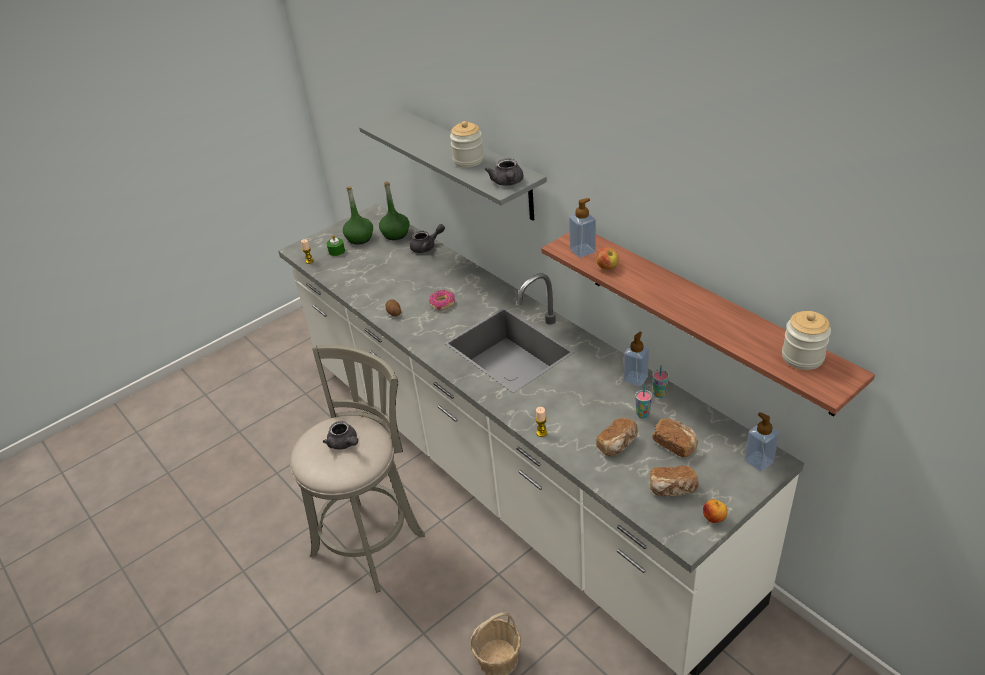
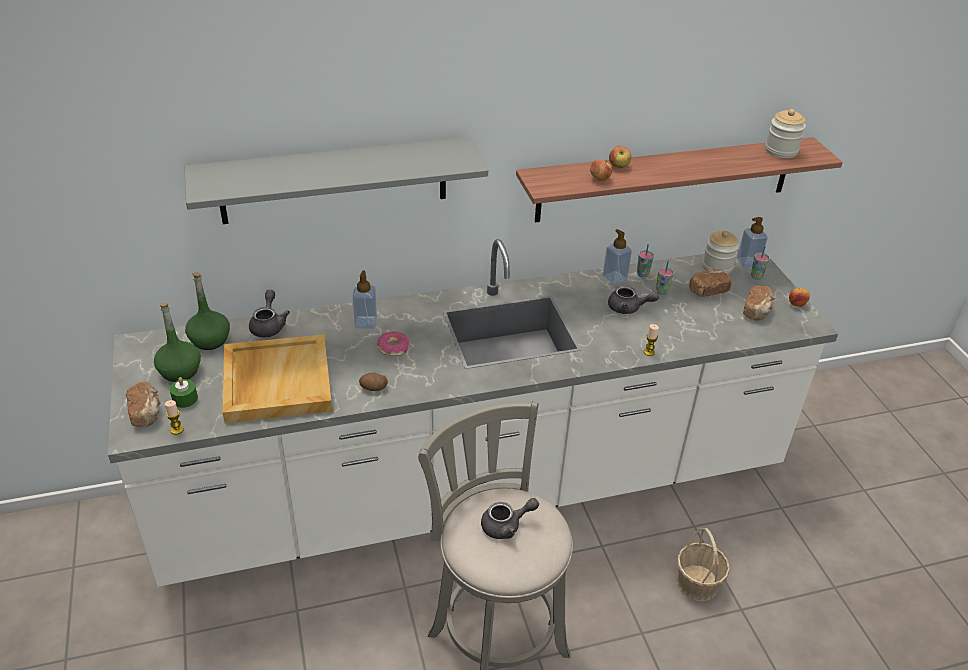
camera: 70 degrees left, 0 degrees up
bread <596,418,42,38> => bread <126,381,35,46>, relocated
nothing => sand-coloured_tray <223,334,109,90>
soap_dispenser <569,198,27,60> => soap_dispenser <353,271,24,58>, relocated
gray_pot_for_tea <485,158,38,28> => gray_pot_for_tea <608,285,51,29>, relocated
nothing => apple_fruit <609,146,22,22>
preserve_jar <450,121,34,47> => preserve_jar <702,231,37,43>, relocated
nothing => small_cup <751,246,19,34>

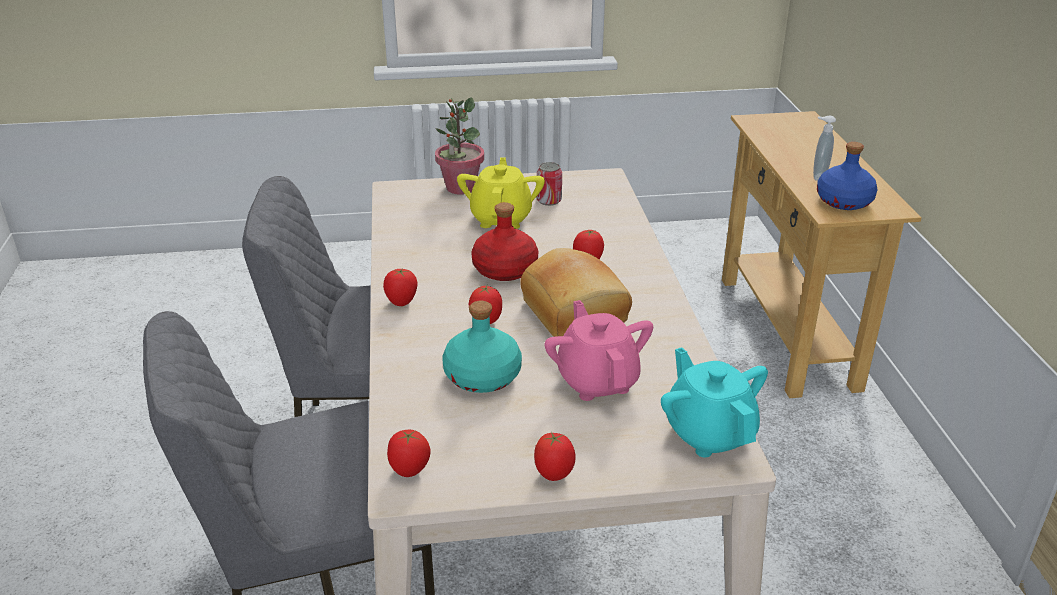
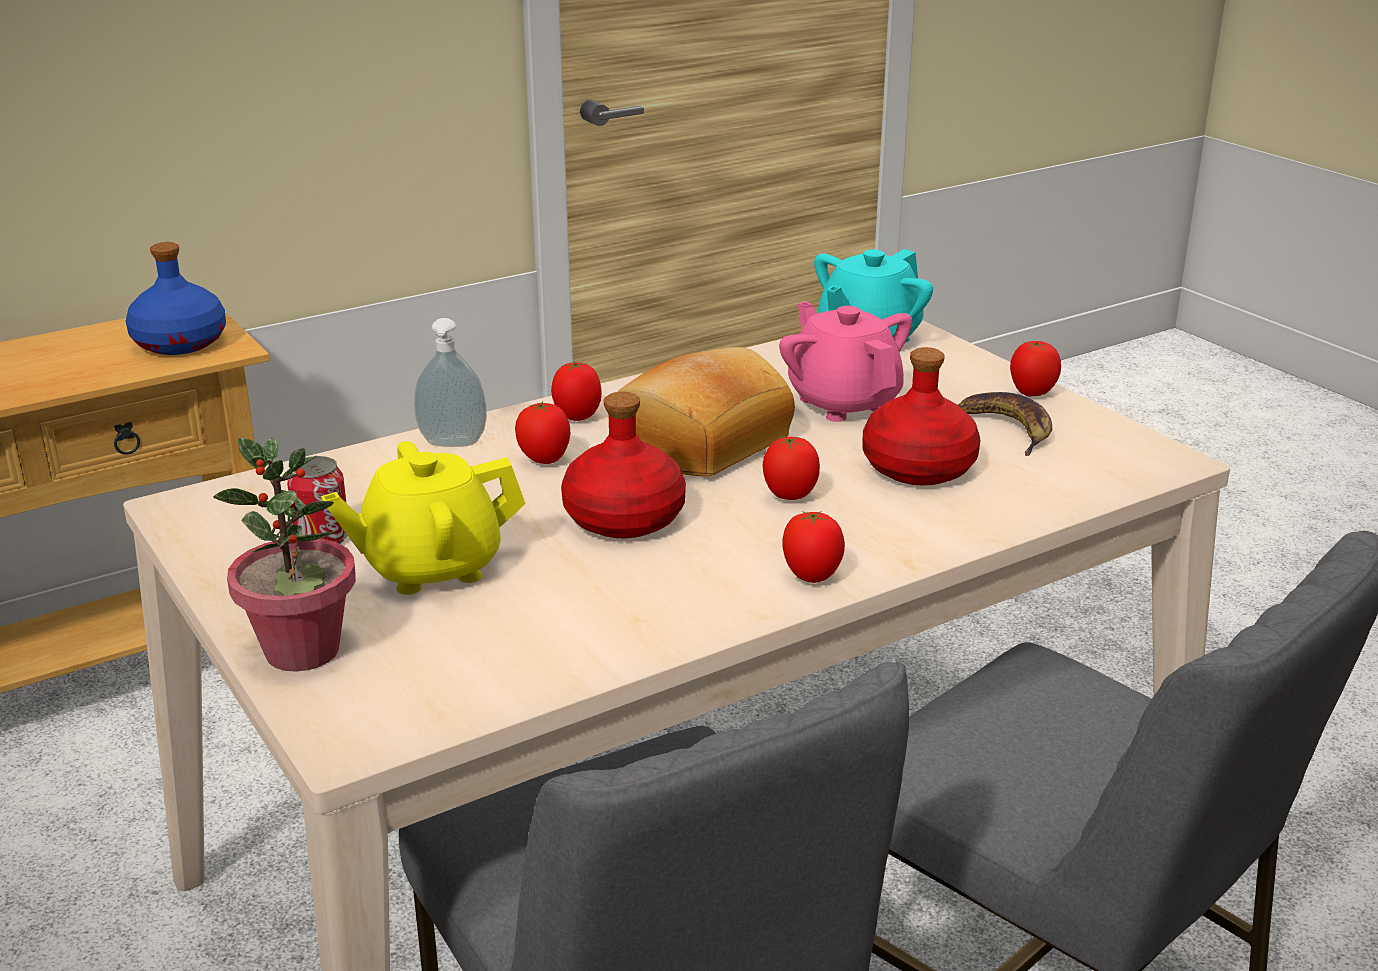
camera: 115 degrees left, 5 degrees down
soap_dispenser <813,116,23,65> => soap_dispenser <414,318,73,129>, relocated
tomato <387,430,43,47> => tomato <551,361,51,60>, relocated
pink-coloured_pot_for_tea <544,300,109,101> => pink-coloured_pot_for_tea <779,302,133,120>, 105 degrees clockwise
blue-green_drink_bottle <442,301,80,92> => reddish_drink_bottle <863,347,117,139>
nothing => banana_fruit <958,392,94,64>

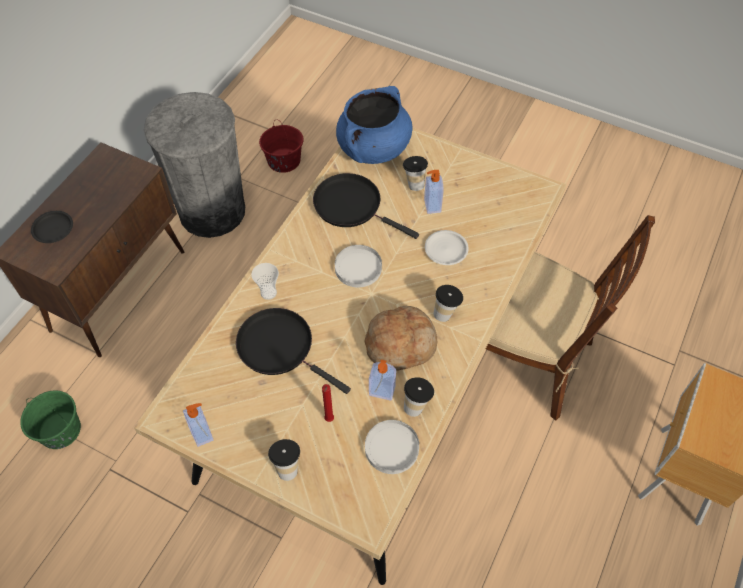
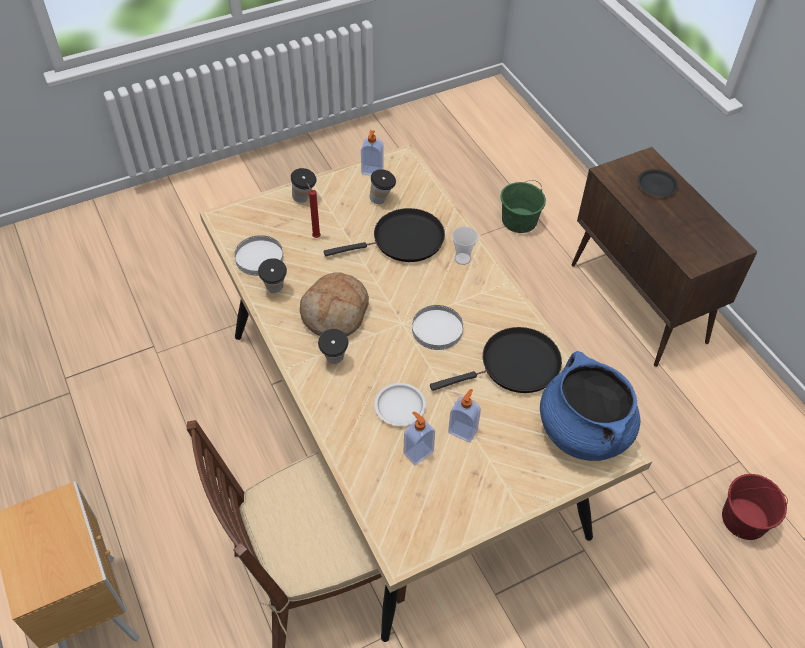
camera: 125 degrees right, 5 degrees down
small_cup <403,156,25,35> => small_cup <369,169,27,35>, relocated
soap_dispenser <369,360,27,40> => soap_dispenser <403,412,32,54>, relocated
gray_waste_bin <144,92,101,146> => nothing

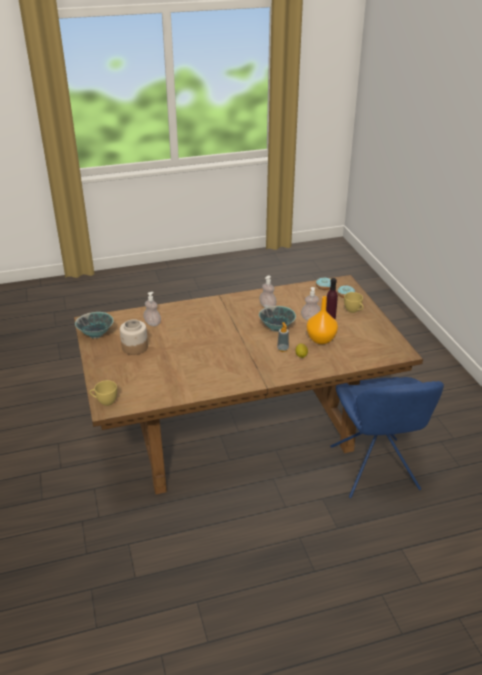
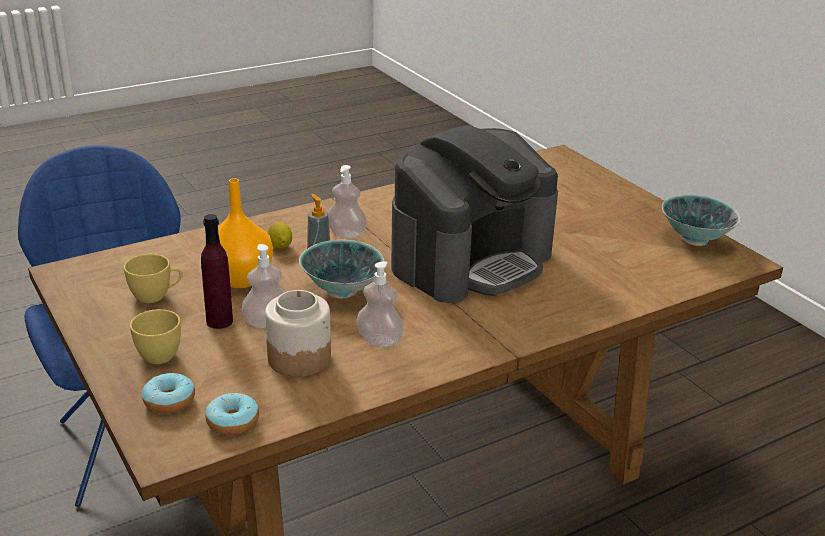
camera: 165 degrees right, 5 degrees down
yellow_small_cup <90,380,27,26> => yellow_small_cup <124,254,59,49>, relocated
preserve_jar <120,319,28,36> => preserve_jar <265,290,66,87>, relocated
soap_dispenser <144,292,17,34> => soap_dispenser <328,165,39,73>, relocated
nothing => coffee_maker <391,125,167,178>

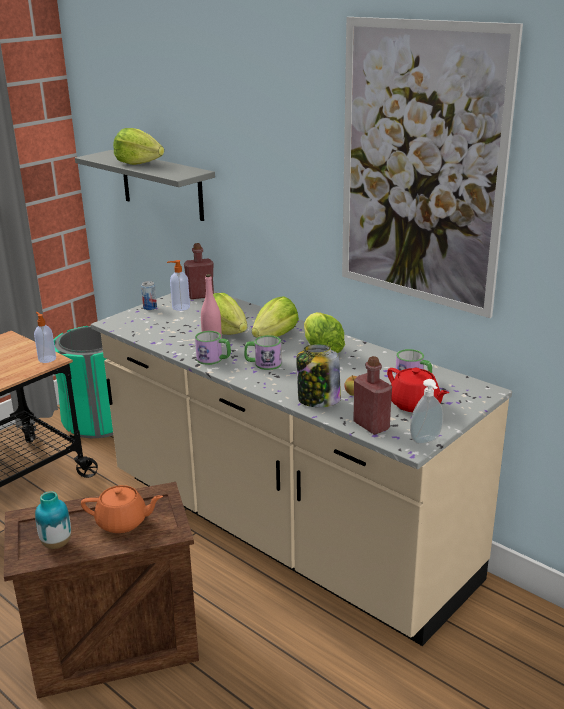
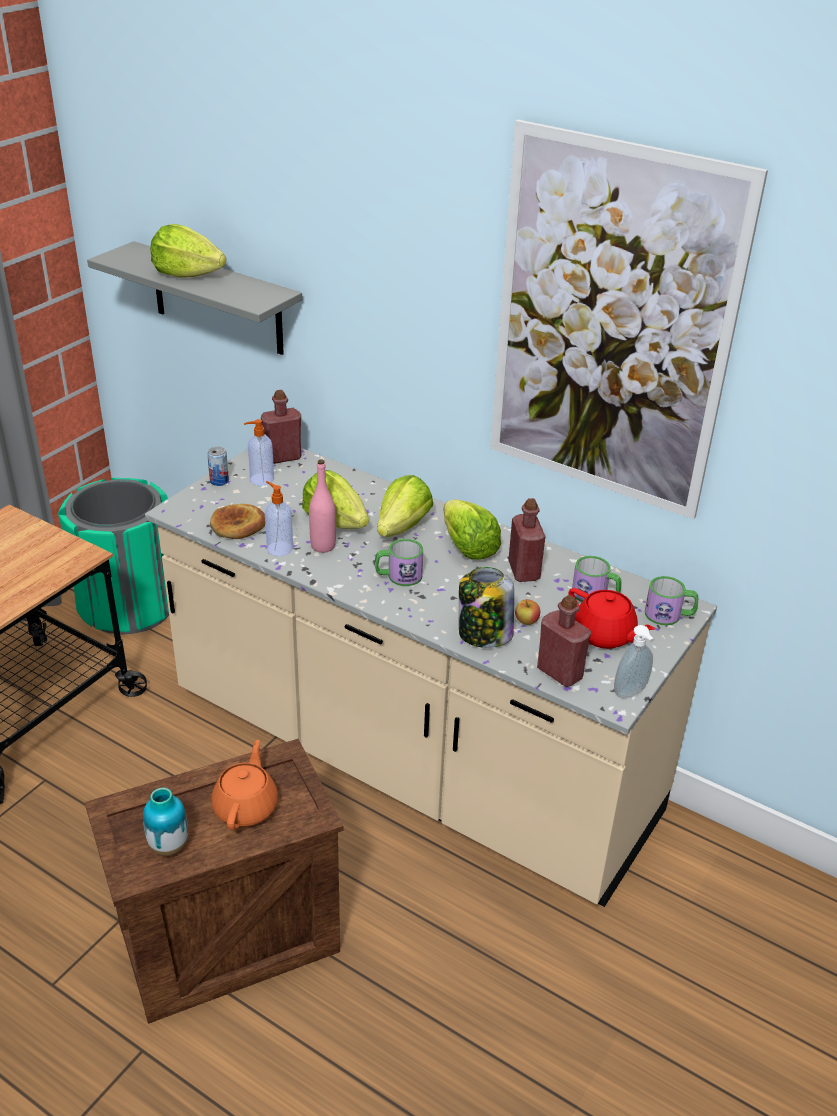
camera: 10 degrees left, 10 degrees up
nothing => bread <210,504,55,35>
orangey_pot_for_tea <81,485,82,48> => orangey_pot_for_tea <211,740,67,91>, 75 degrees counterclockwise
soap_dispenser <34,312,22,51> => soap_dispenser <265,481,28,75>, relocated
nothing => reddish_drink_bottle <508,498,37,84>
coffee_mug <195,331,36,34> => coffee_mug <645,576,53,50>, relocated

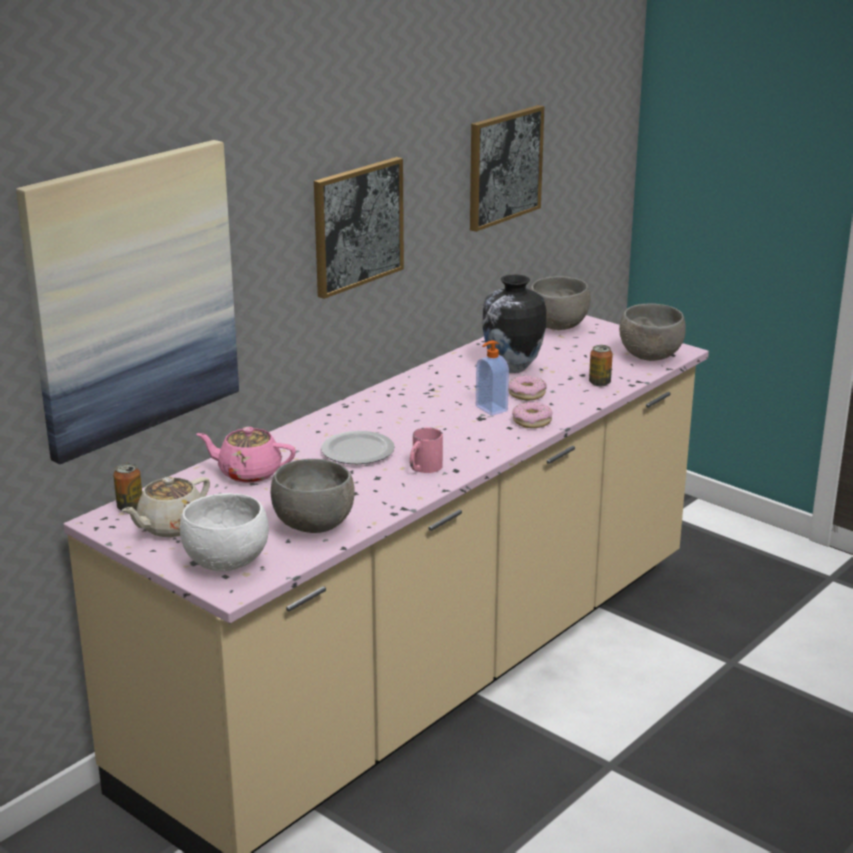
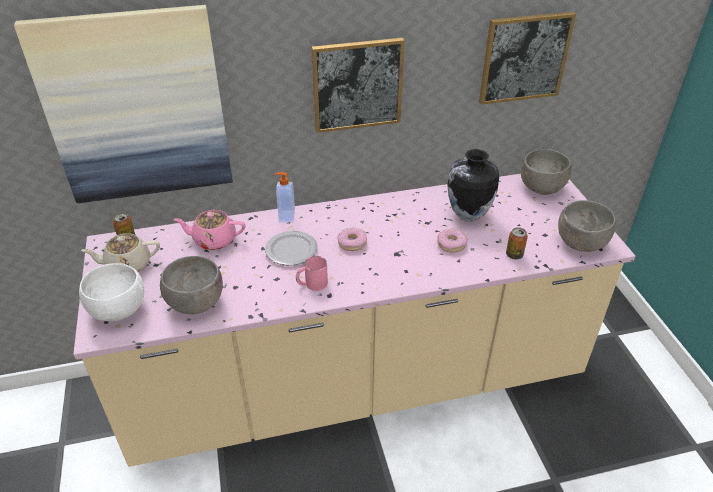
camera: 35 degrees right, 15 degrees up
pink-coloured_pot_for_tea <196,427,100,56> => pink-coloured_pot_for_tea <174,210,72,40>, 45 degrees counterclockwise
soap_dispenser <476,340,33,76> => soap_dispenser <274,172,21,51>, relocated
doughnut <512,402,41,26> => doughnut <337,228,30,23>, relocated

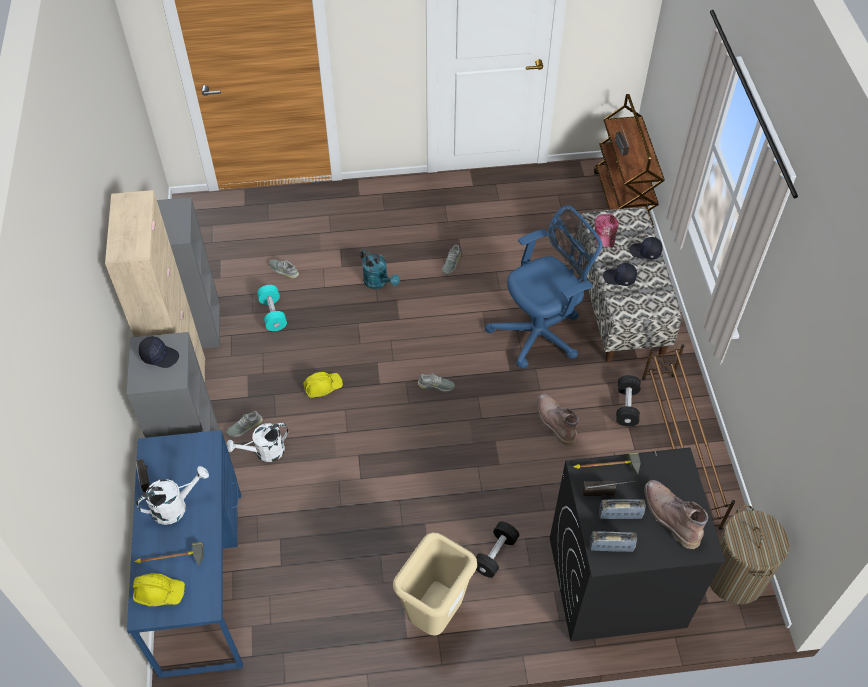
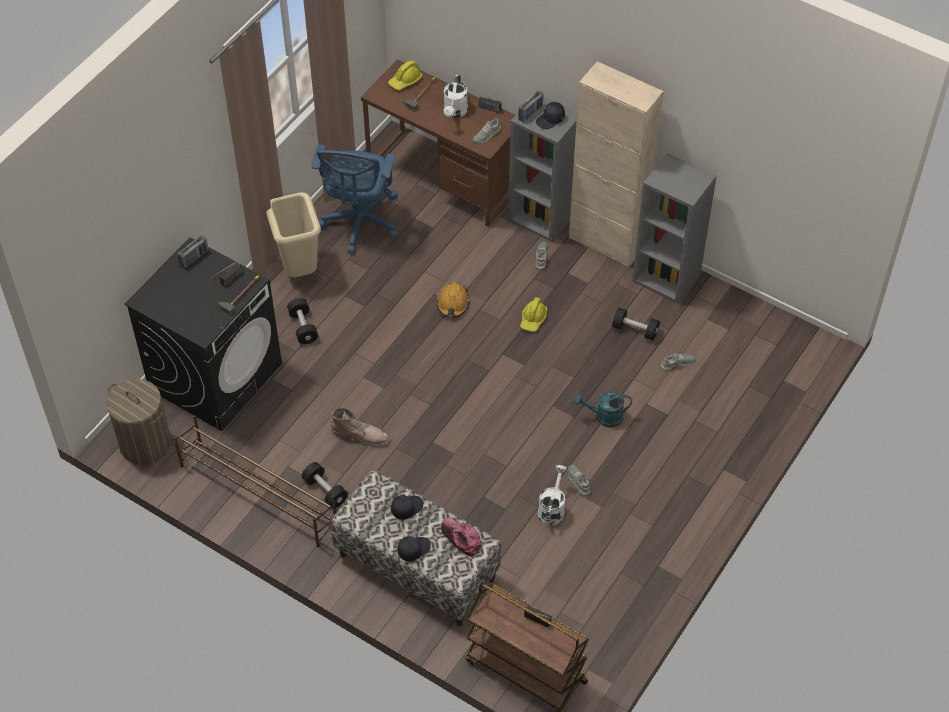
camera: 130 degrees right, 0 degrees up
blue_computer_chair <485,205,117,164> => blue_computer_chair <311,145,87,108>, relocated
blue_desk_unit <127,430,116,248> => brown-coloured_desk_unit <361,59,154,168>
nothing => orangey_hard_hat <437,283,33,35>
gray_item_of_footwear <418,373,37,18> => gray_item_of_footwear <473,118,28,26>, relocated
radio_receiver <599,499,47,20> => radio_receiver <518,91,26,31>, relocated
whitish_sprinkling_can <226,423,62,39> => whitish_sprinkling_can <538,465,29,61>, relocated
blue-green_dumbbell <257,285,30,46> => black-coloured_dumbbell <612,308,48,32>
brown-coloured_high-top_boot <644,480,64,69> => nothing

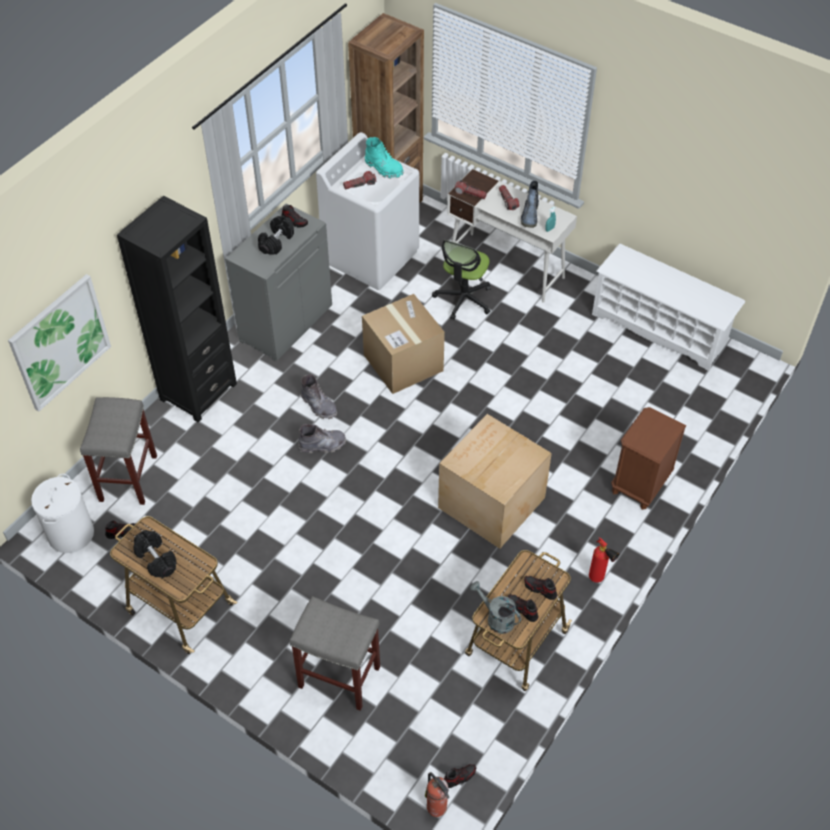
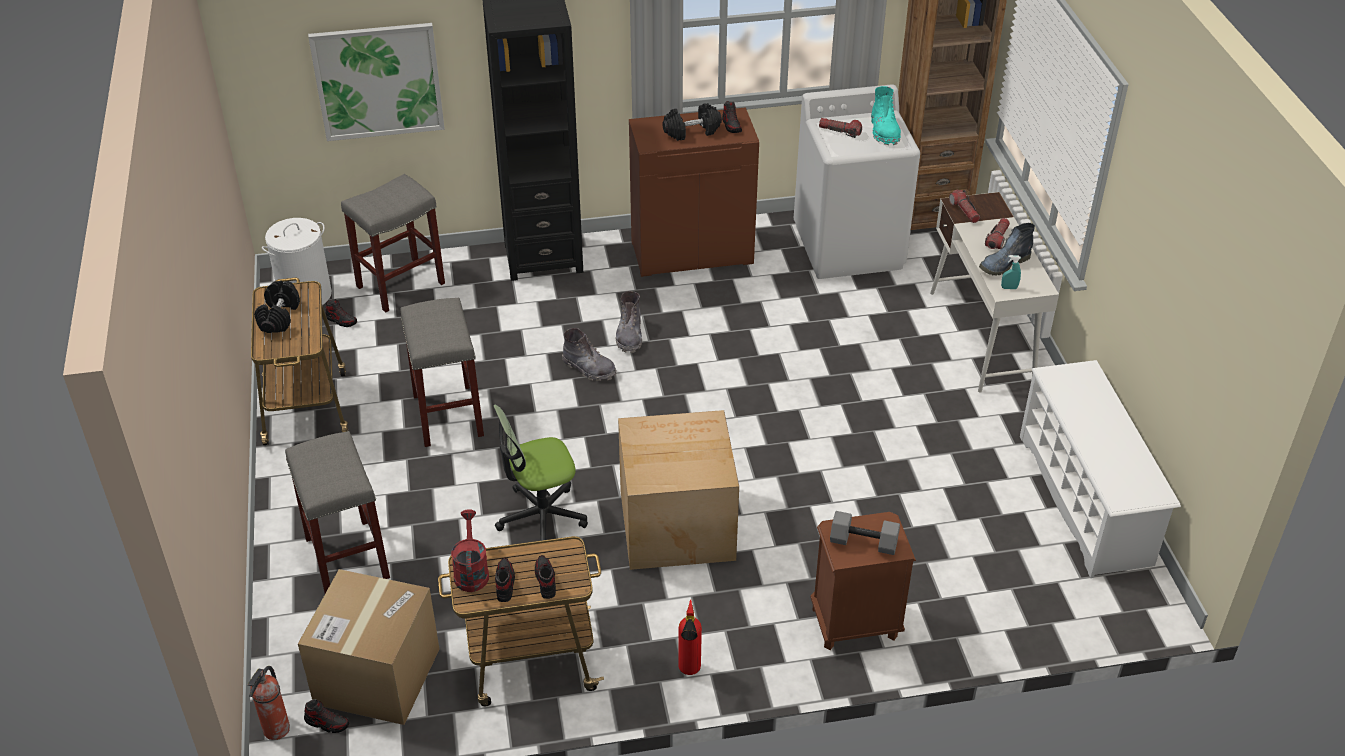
camera: 45 degrees right, 10 degrees down
carton <362,294,83,100> => carton <298,569,141,156>, relocated
nothing => gray_stool <401,298,83,149>
gray_sprinkling_can <470,581,51,53> => reddish_sprinkling_can <451,509,38,83>
computer_chair <432,240,59,80> => computer_chair <493,405,95,136>, relocated
gray_cabinet <225,203,107,158> => brown-coloured_cabinet <629,107,130,170>
nothing => gray_dumbbell <830,511,70,44>

